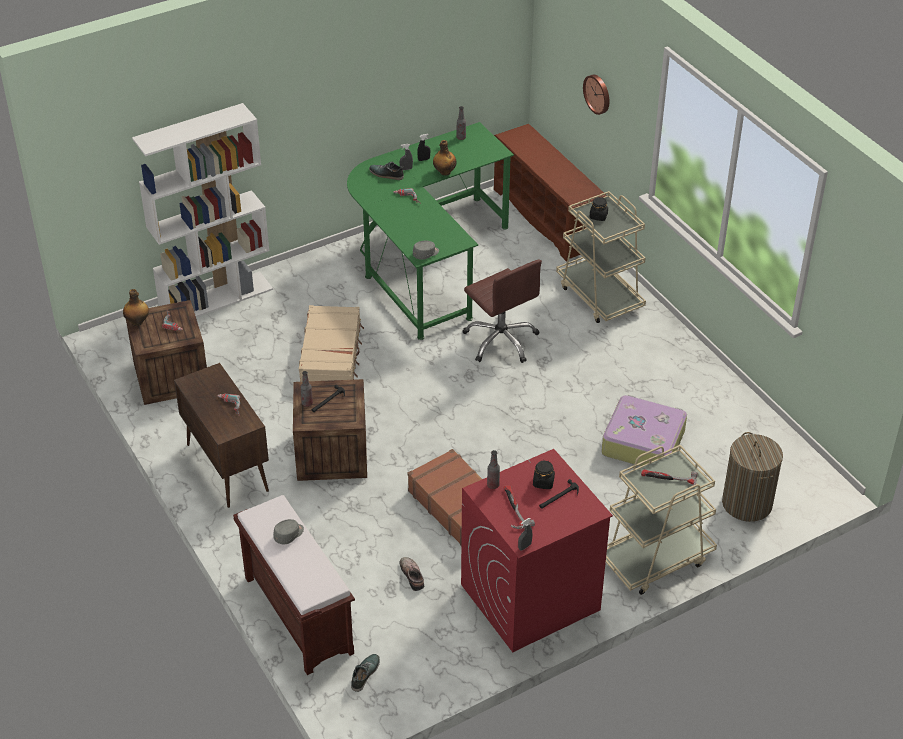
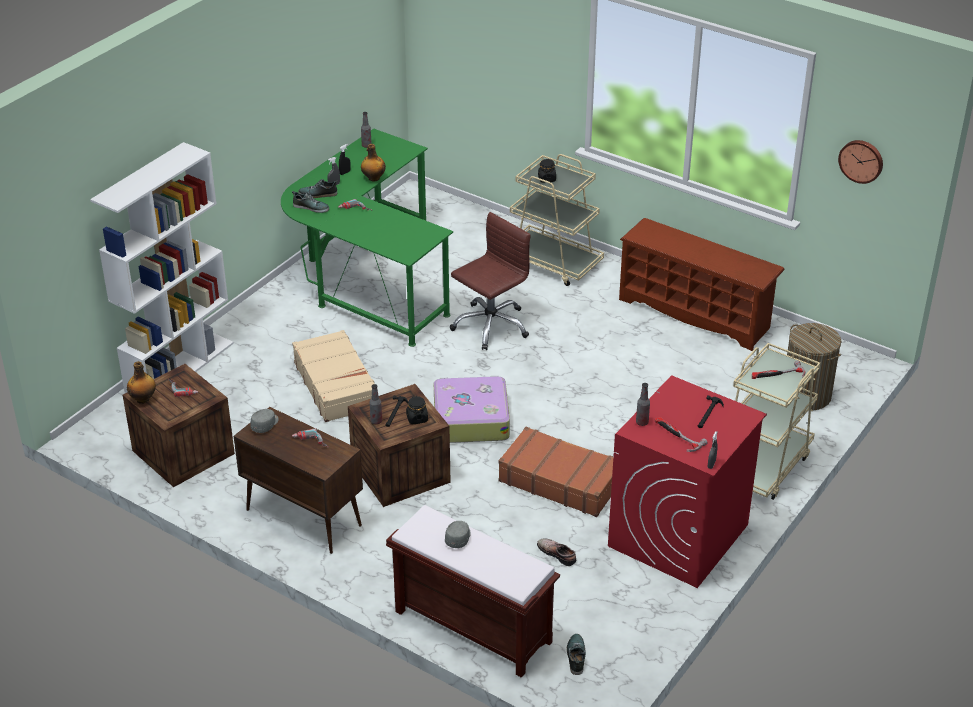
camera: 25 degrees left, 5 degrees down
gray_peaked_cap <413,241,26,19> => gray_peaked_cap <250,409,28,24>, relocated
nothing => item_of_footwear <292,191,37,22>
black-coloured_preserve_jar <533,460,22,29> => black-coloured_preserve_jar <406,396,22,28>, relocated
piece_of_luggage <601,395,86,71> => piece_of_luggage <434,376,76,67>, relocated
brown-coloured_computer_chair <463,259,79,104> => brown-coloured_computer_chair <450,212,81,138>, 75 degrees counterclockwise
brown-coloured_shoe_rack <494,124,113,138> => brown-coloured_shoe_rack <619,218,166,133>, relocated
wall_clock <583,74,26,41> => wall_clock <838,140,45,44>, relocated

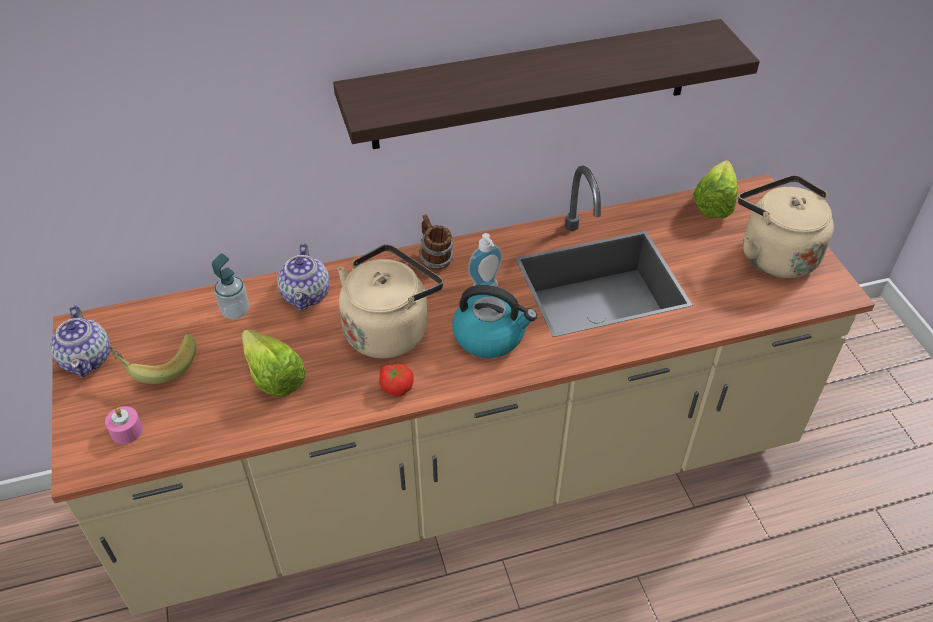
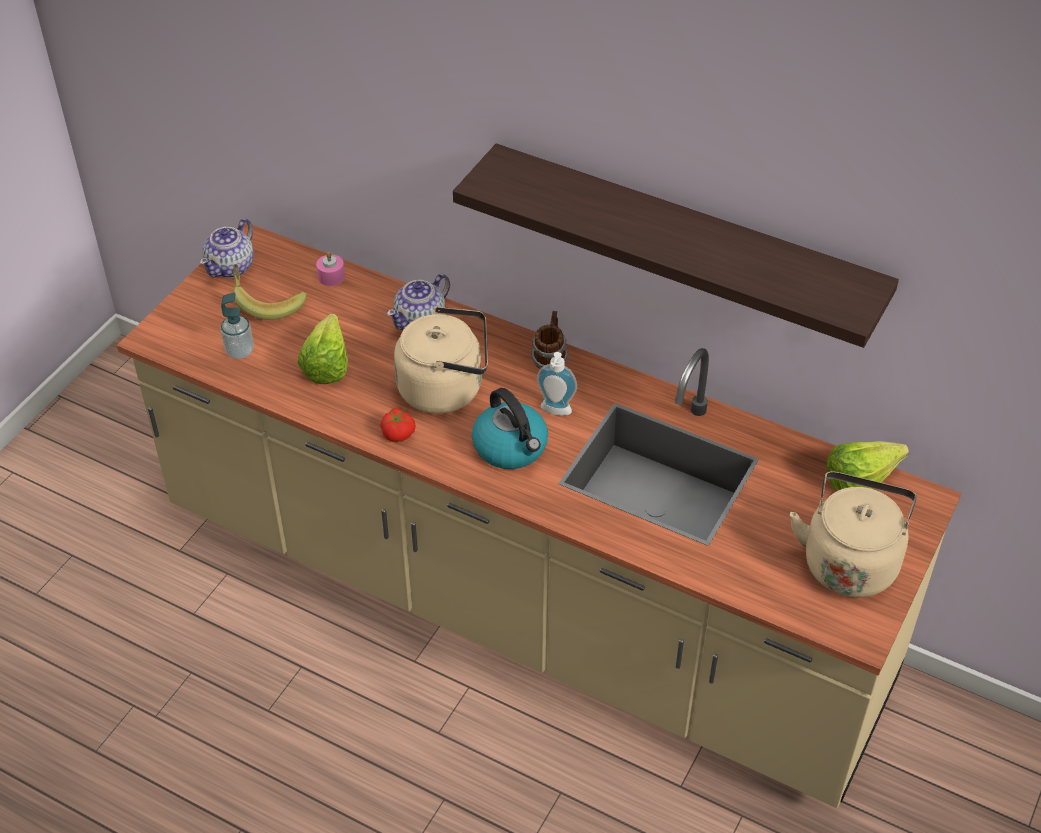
camera: 45 degrees right, 0 degrees up
soap_dispenser <212,253,37,66> => soap_dispenser <220,293,34,66>, relocated
pink-coloured_wax_light <105,406,38,38> => pink-coloured_wax_light <316,252,29,34>, relocated

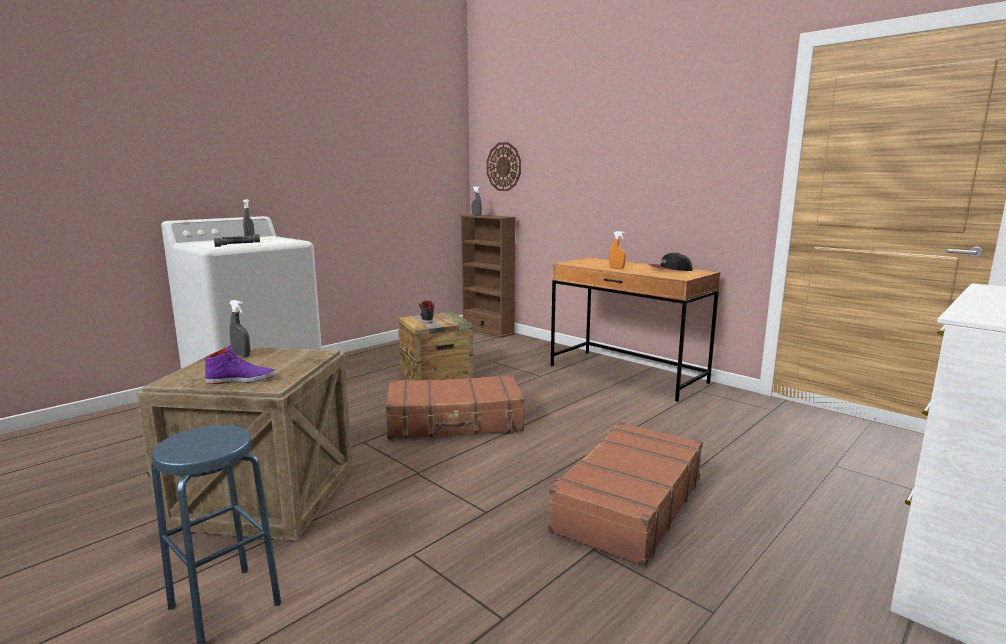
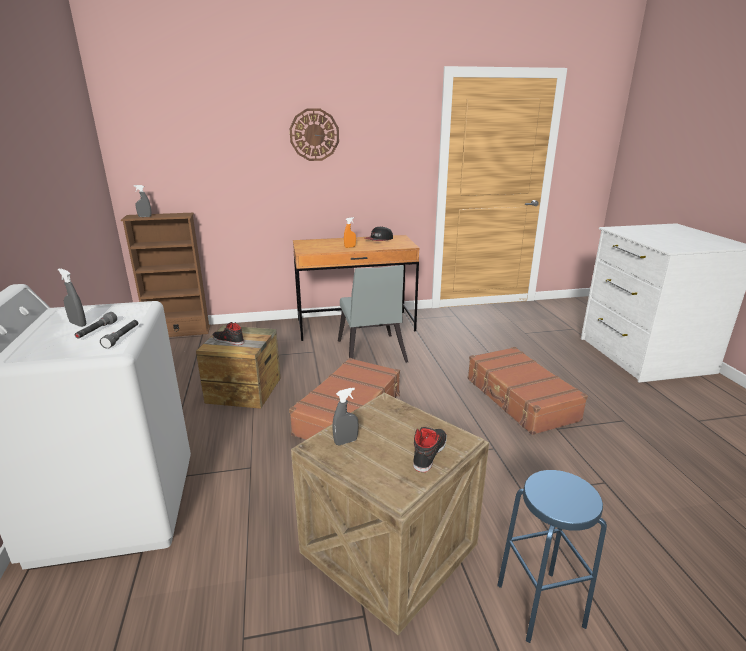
camera: 55 degrees left, 10 degrees up
wall_clock <487,142,34,49> => wall_clock <289,108,50,53>, relocated
nothing => gray_upright_chair <338,265,70,97>
purple_item_of_footwear <205,345,70,39> => black-coloured_item_of_footwear <413,427,34,45>

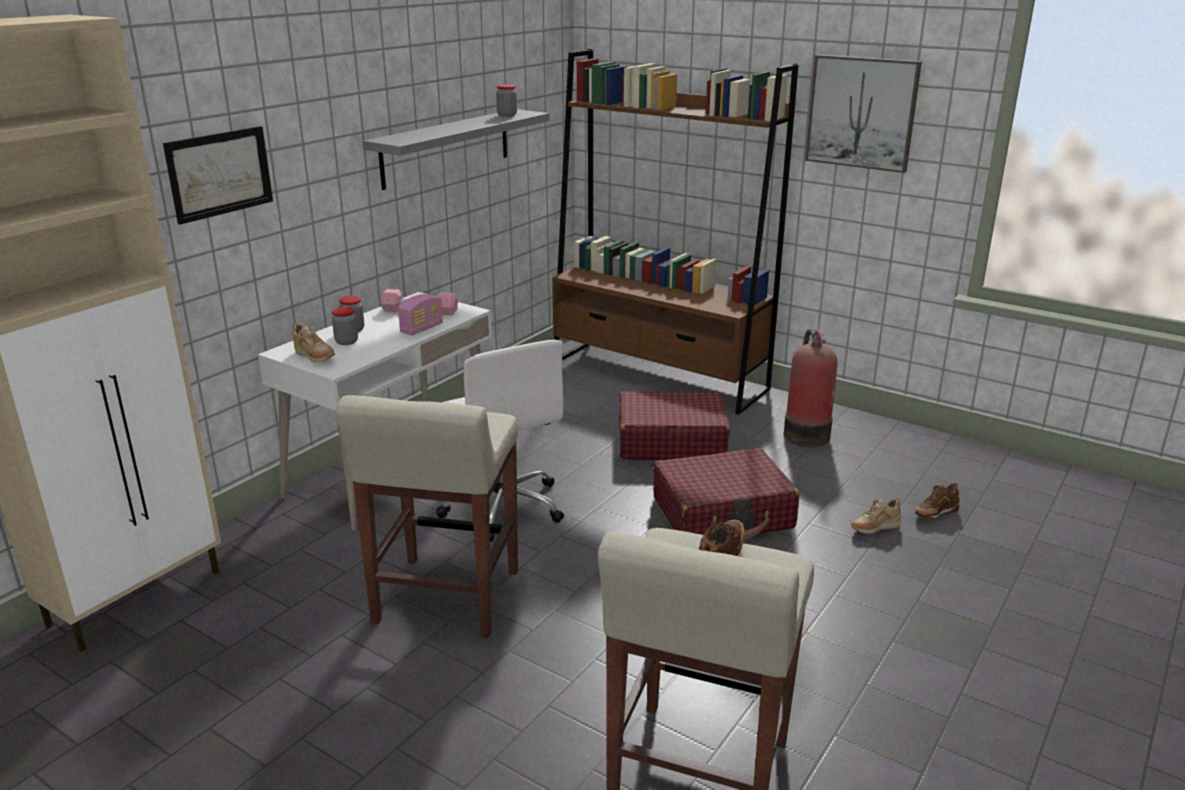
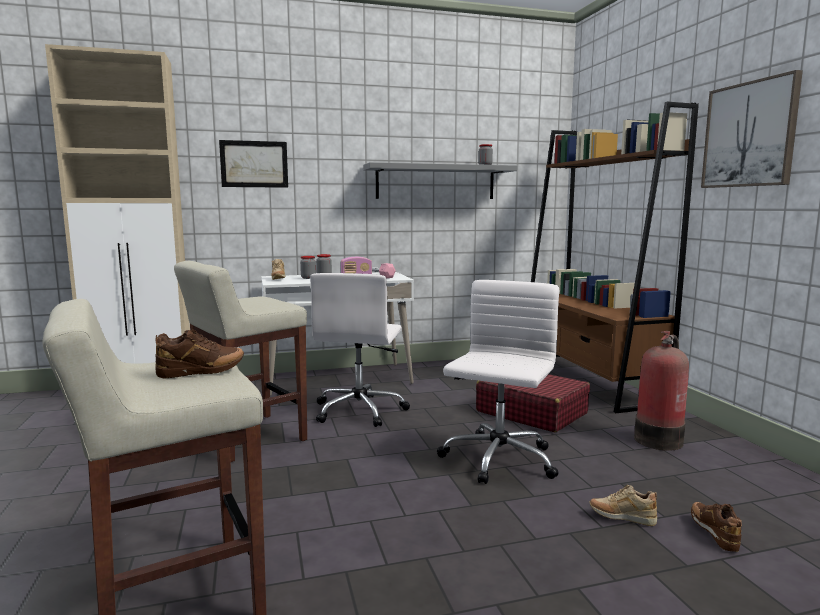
camera: 40 degrees right, 15 degrees down
reddish_piece_of_luggage <653,448,146,92> => whitish_computer_chair <437,280,122,204>
brown-coloured_item_of_footwear <915,483,44,36> => brown-coloured_item_of_footwear <691,502,51,50>, 75 degrees clockwise

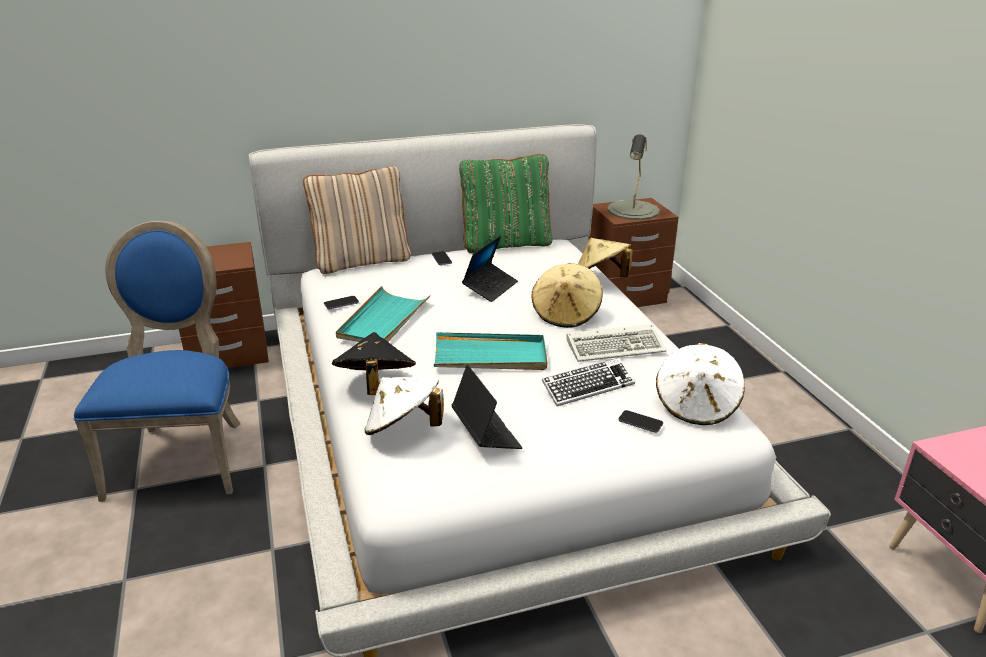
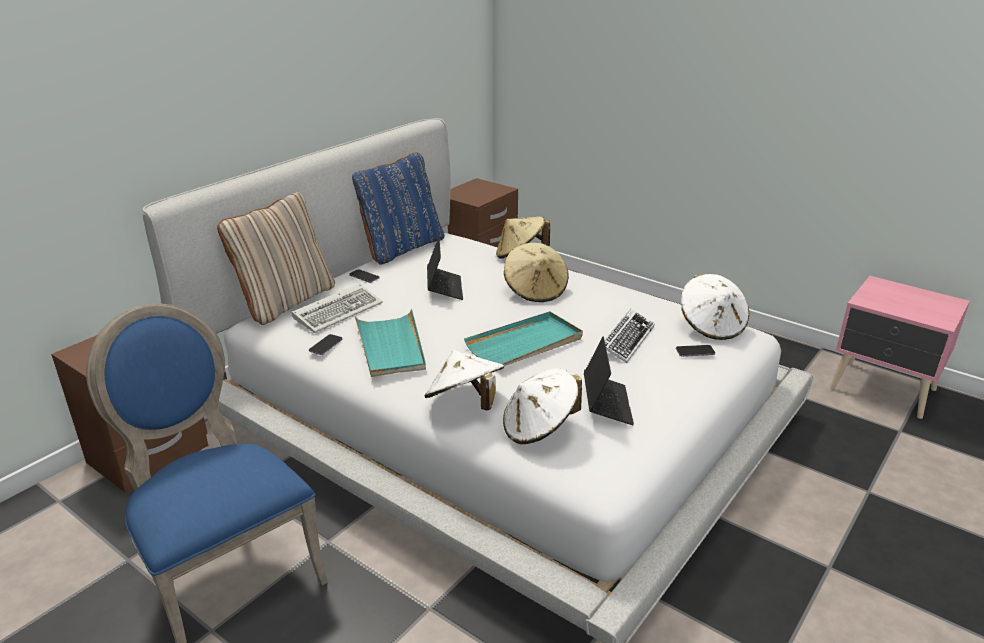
camera: 35 degrees left, 0 degrees up
PC_keyboard <566,324,100,38> => PC_keyboard <292,284,91,49>, relocated
green-coloured_throw_pillow <459,154,94,99> => blue_throw_pillow <352,152,93,113>
black-coloured_hat <332,332,84,63> => whitish_hat <424,350,80,60>
laptop <451,365,71,84> => laptop <584,337,50,88>, 60 degrees clockwise
gray_tabletop_lamp <607,134,53,86> => nothing

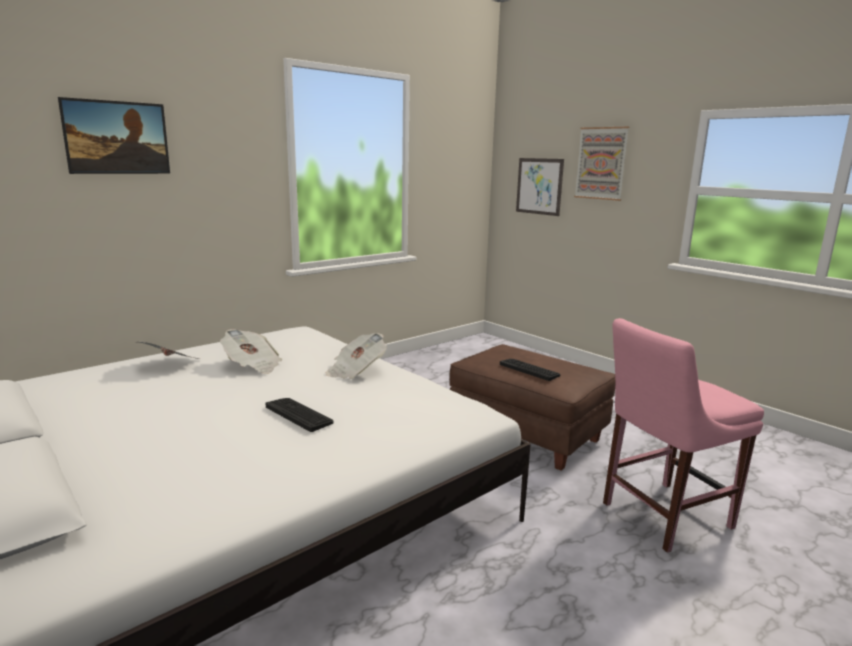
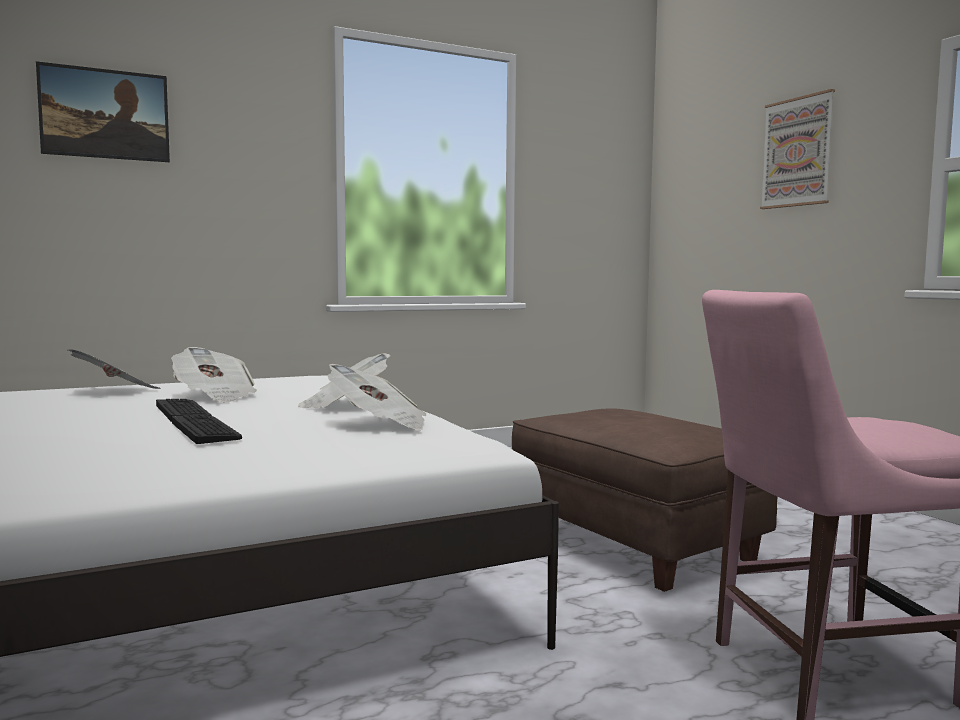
camera: 15 degrees right, 10 degrees down
PC_keyboard <500,359,60,22> => PC_keyboard <156,399,56,23>, relocated
nothing => newspaper <328,364,98,66>
wall_art <516,158,48,58> => nothing

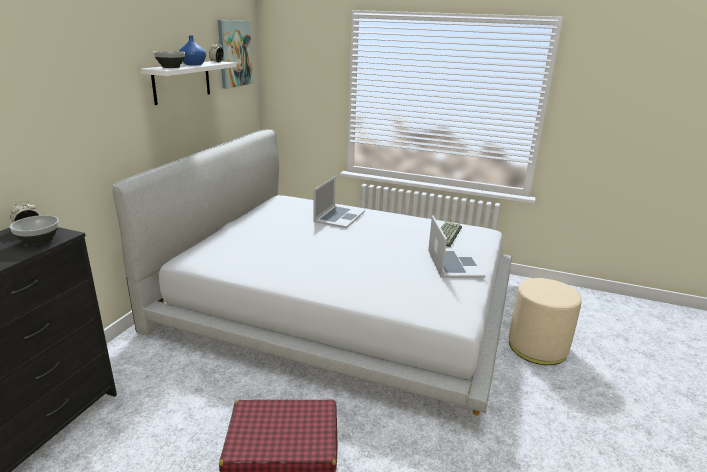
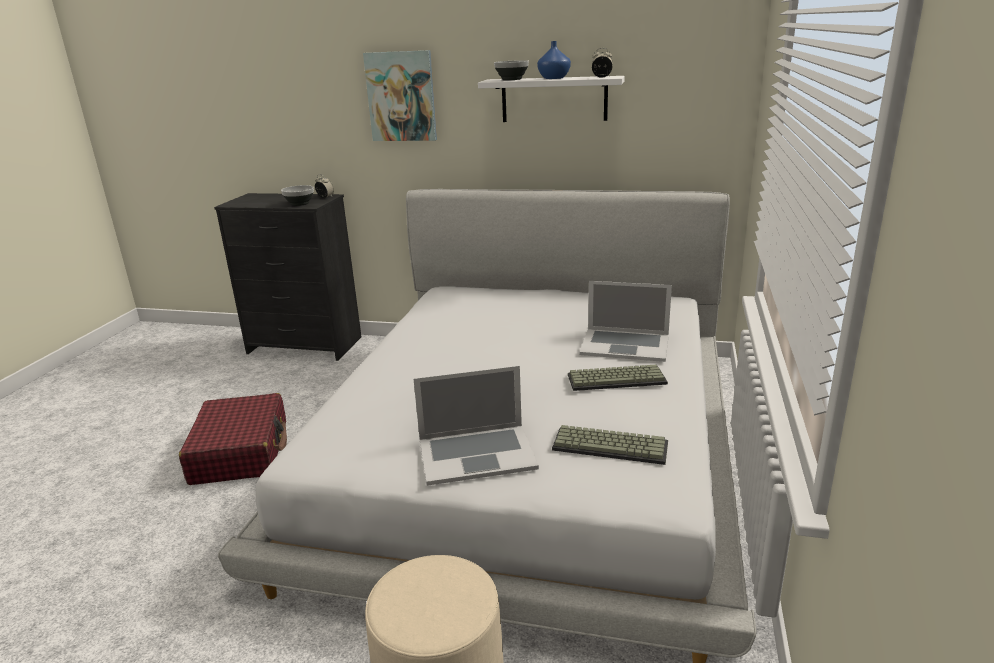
camera: 85 degrees right, 0 degrees up
wall_art <218,20,35,69> => wall_art <363,50,74,91>, relocated
nothing => PC_keyboard <568,364,100,27>

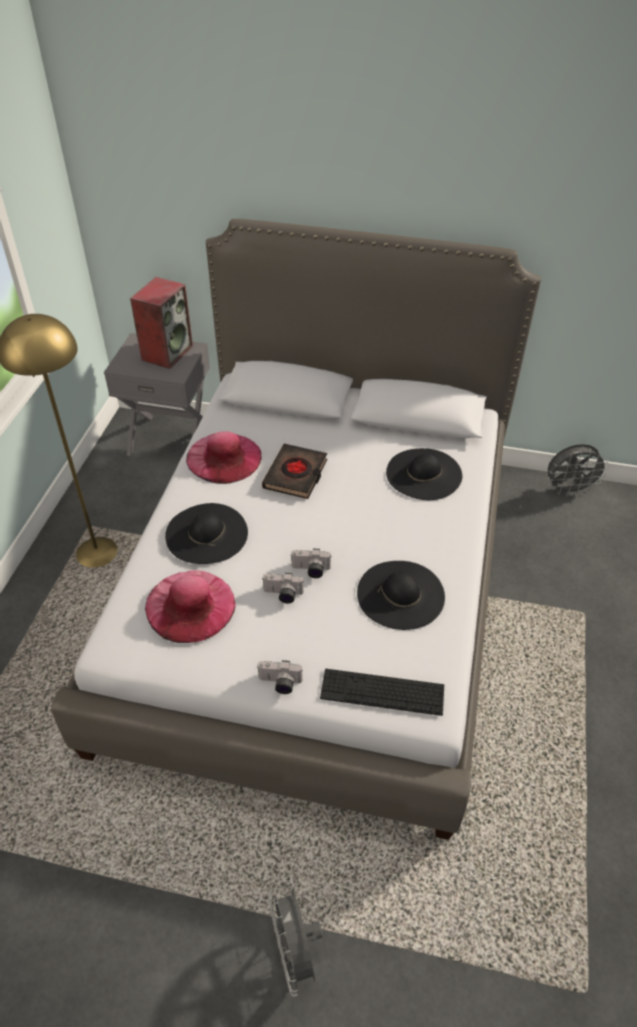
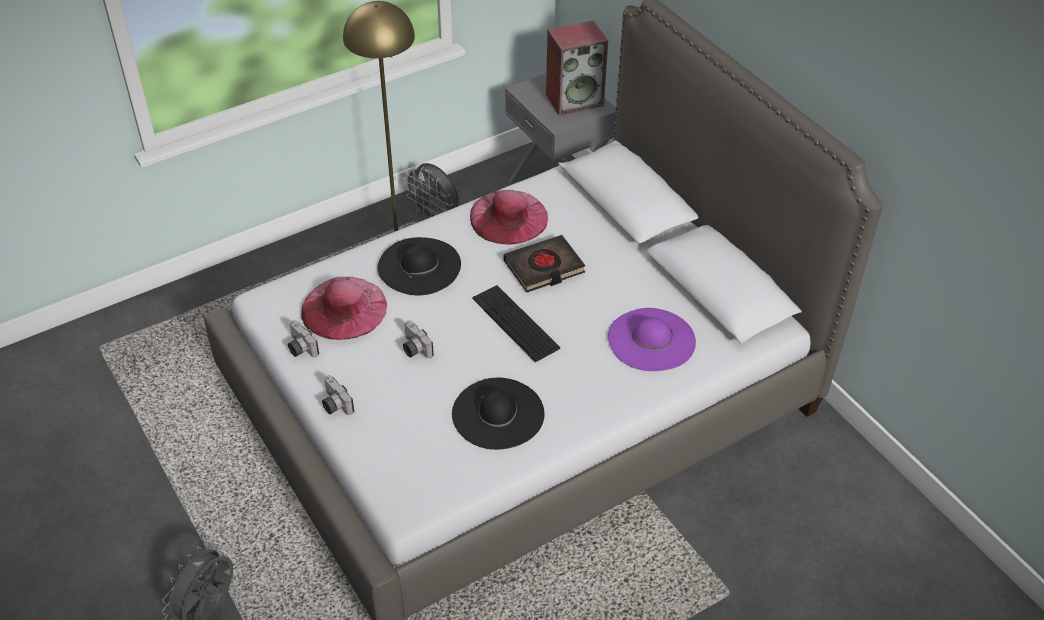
camera: 45 degrees right, 0 degrees up
still_camera <291,549,40,29> => still_camera <288,320,31,37>, relocated
gray_fan <547,444,62,52> => gray_fan <403,163,56,55>, relocated
PC_keyboard <320,669,124,47> => PC_keyboard <473,285,87,77>, relocated
black-coloured_hat <386,448,76,52> => purple_hat <608,308,88,63>

